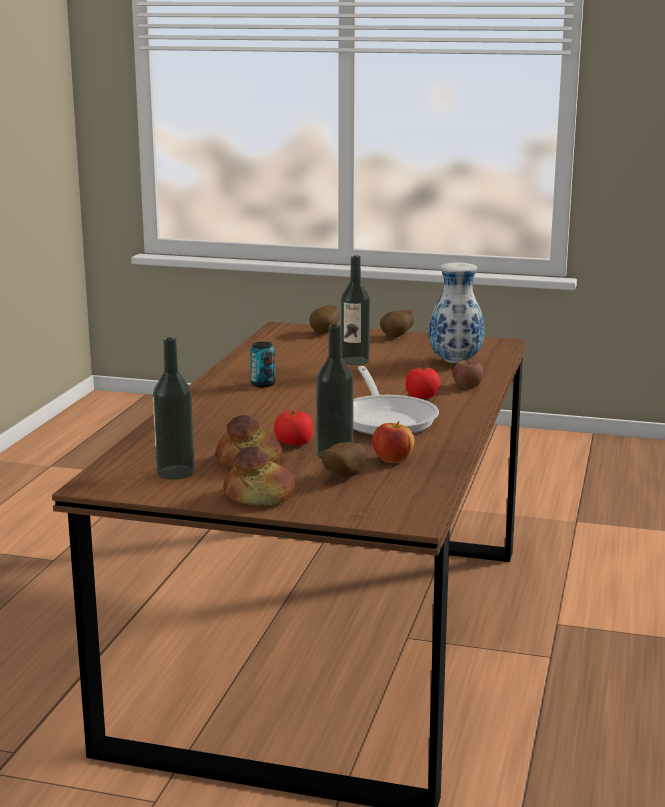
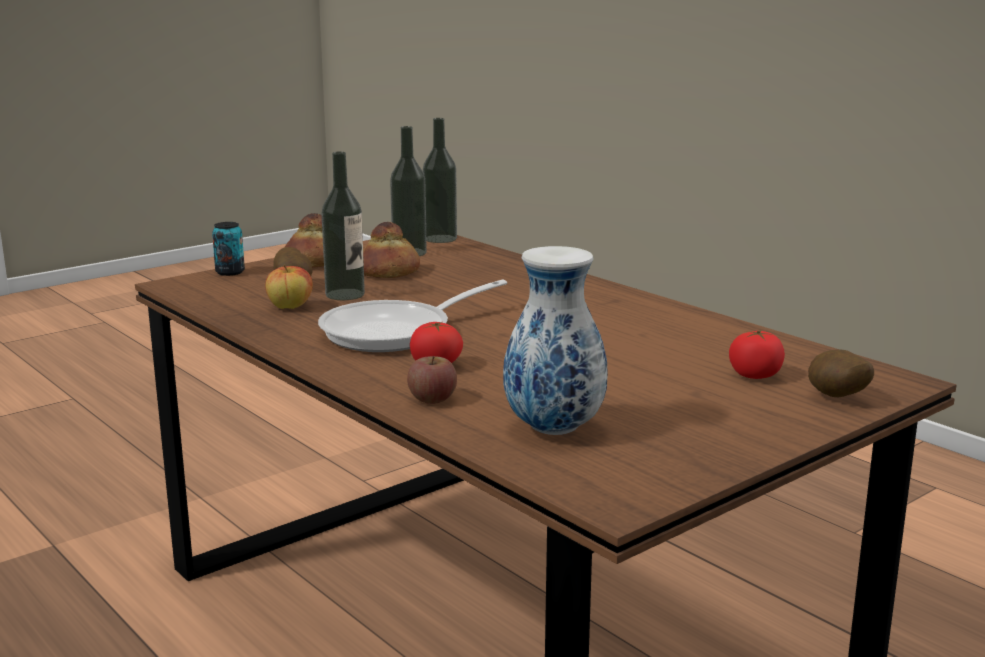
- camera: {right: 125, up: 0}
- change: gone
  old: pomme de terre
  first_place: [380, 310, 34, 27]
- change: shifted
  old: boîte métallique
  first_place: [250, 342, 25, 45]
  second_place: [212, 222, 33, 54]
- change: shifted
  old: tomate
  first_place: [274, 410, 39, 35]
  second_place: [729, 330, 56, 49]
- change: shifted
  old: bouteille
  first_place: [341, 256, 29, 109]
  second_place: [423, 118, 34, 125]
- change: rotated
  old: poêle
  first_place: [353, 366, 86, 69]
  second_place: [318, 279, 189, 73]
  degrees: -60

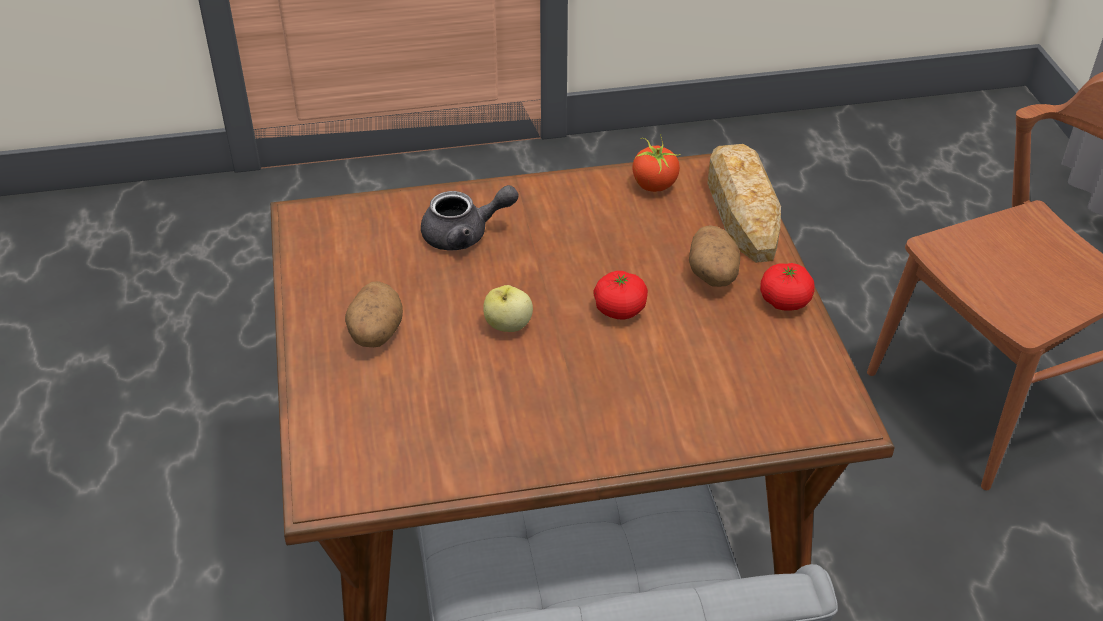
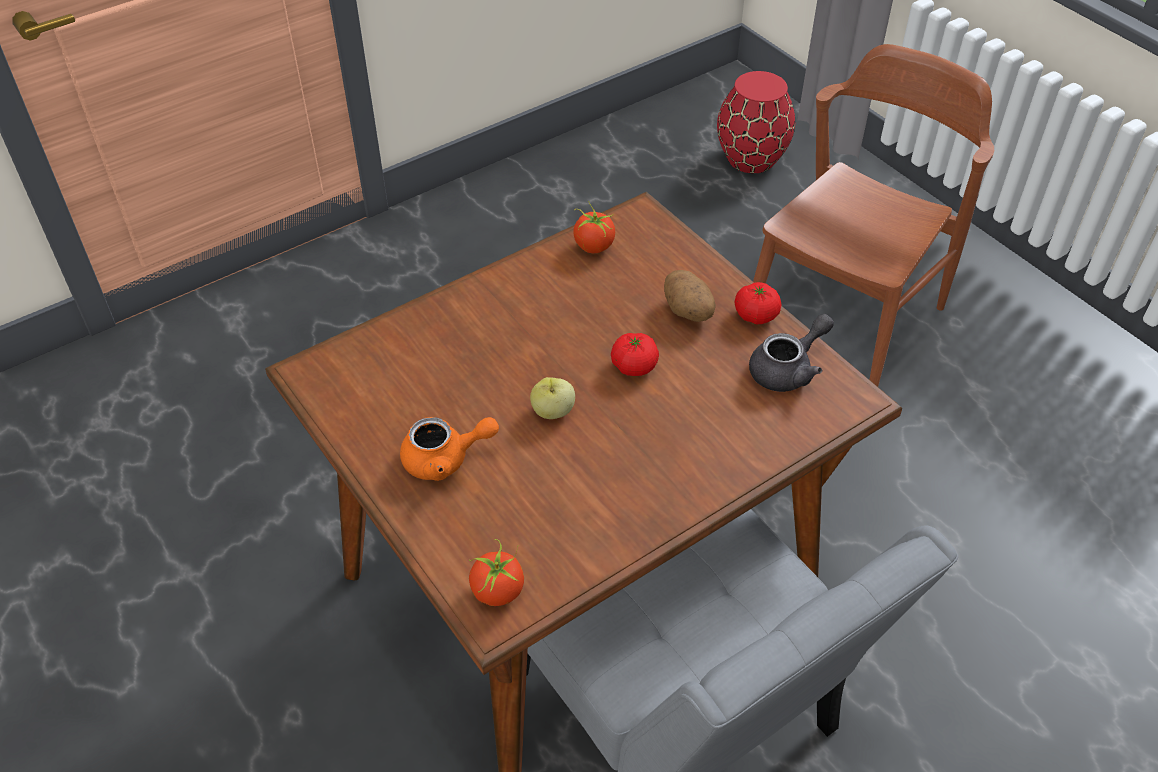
- camera: {right: -25, up: 5}
- change: gone
  old: pain
  first_place: [708, 144, 73, 119]
- change: new
  new: tomate
  second_place: [469, 539, 55, 67]
- change: new
  new: vase (rouge)
  second_place: [717, 71, 78, 102]
- change: shifted
  old: théière (gris)
  first_place: [421, 185, 98, 66]
  second_place: [749, 314, 85, 78]
- change: swapped
  old: pomme de terre
  new: théière (orange)
  first_place: [345, 281, 58, 66]
  second_place: [400, 417, 99, 64]

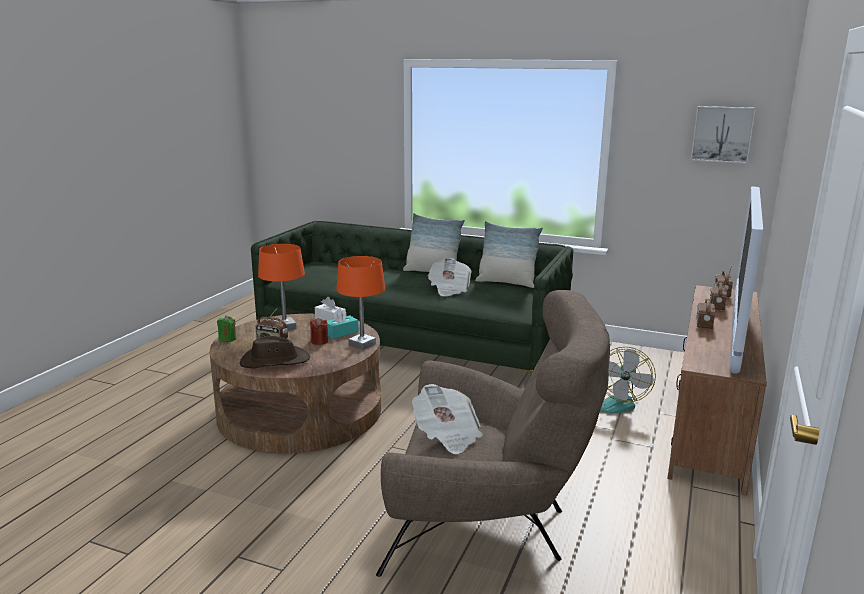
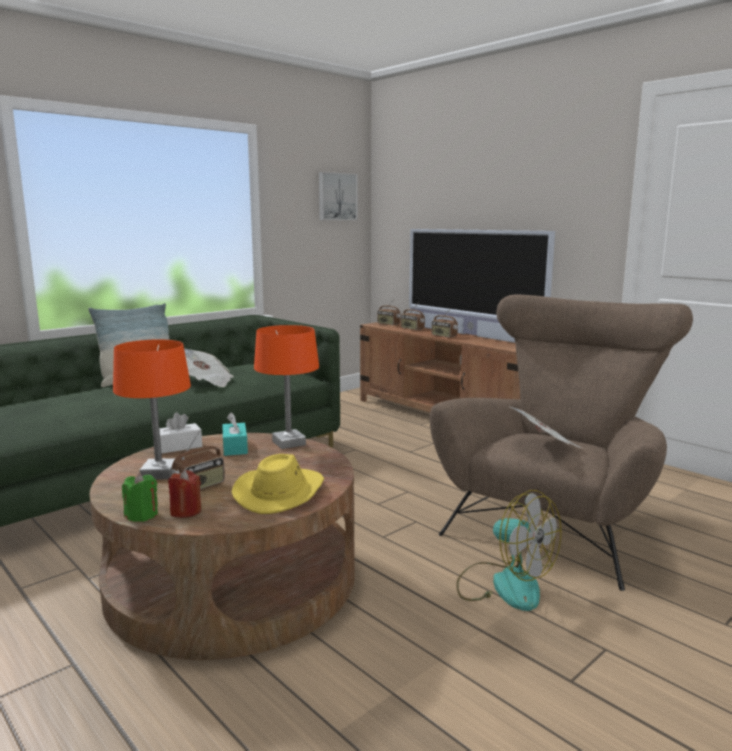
- camera: {right: -65, up: -5}
- change: gone
  old: coussin
  first_place: [475, 221, 68, 67]
- change: shifted
  old: bougie (rouge)
  first_place: [310, 318, 18, 27]
  second_place: [168, 470, 33, 48]
- change: shifted
  old: ventilateur
  first_place: [600, 347, 56, 66]
  second_place: [456, 490, 105, 121]
- change: repainted
  old: chapeau (marron)
  new: chapeau (jaune)
  first_place: [240, 336, 71, 32]
  second_place: [231, 454, 93, 60]

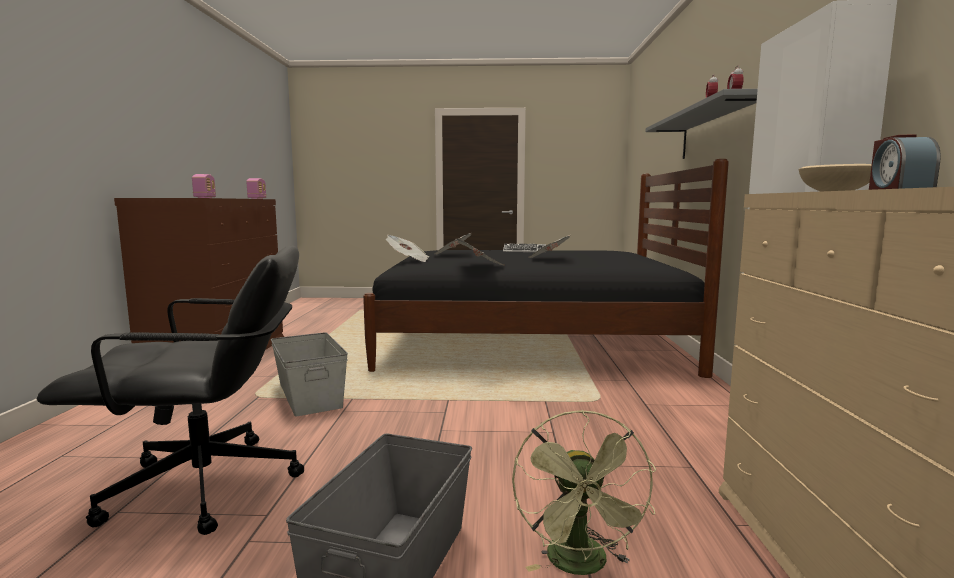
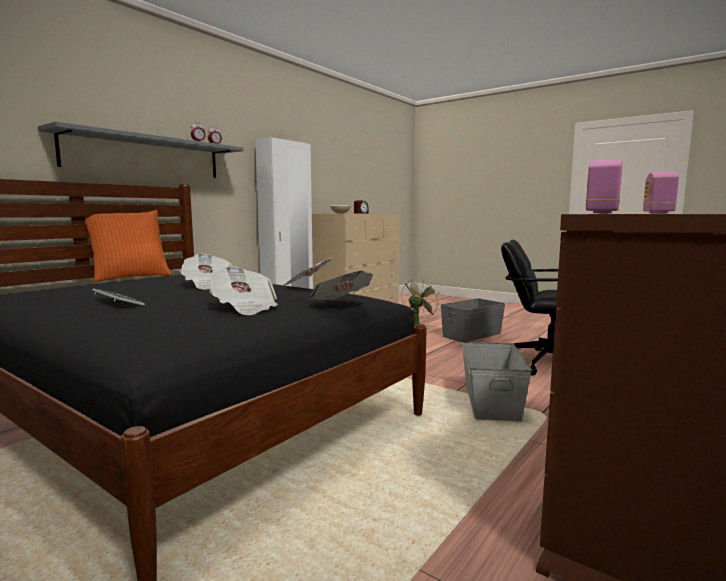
- camera: {right: -145, up: 0}
- change: new
  new: coussin (orange)
  second_place: [85, 210, 87, 72]

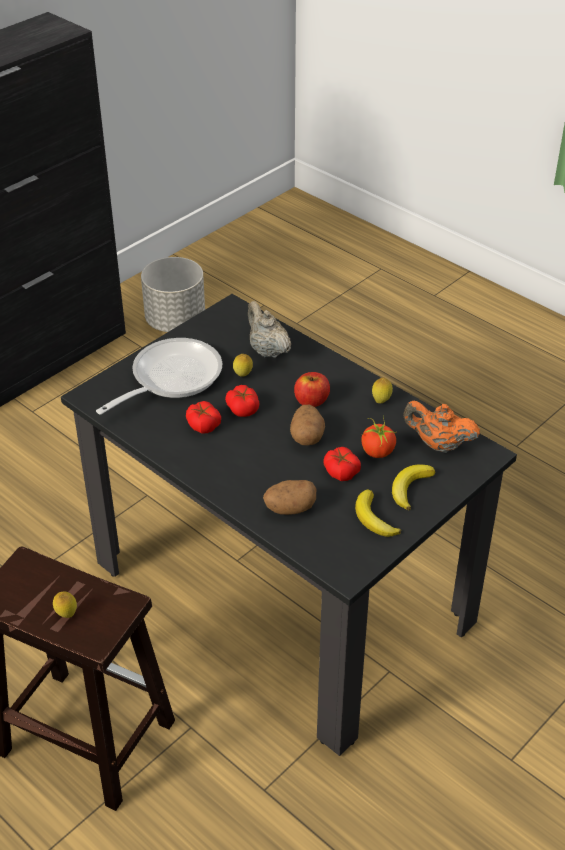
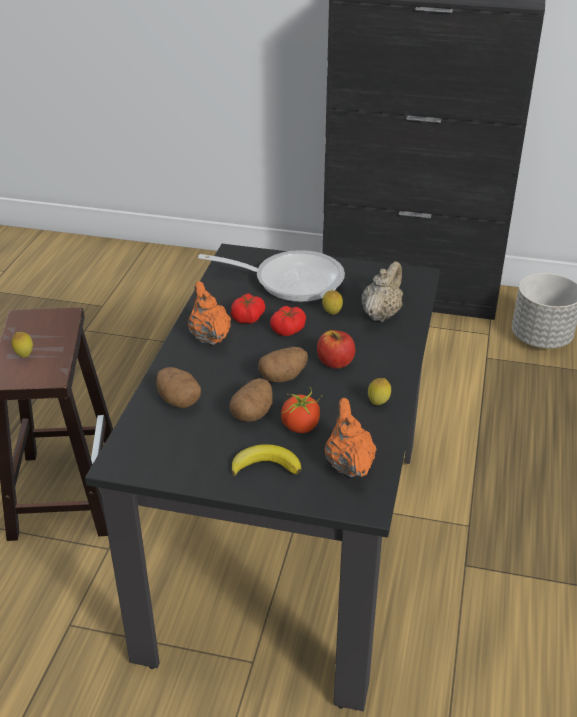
- camera: {right: 60, up: -5}
- change: gone
  old: banane
  first_place: [355, 489, 46, 48]
- change: new
  new: théière (orange)
  second_place: [188, 281, 43, 64]
- change: swapped
  old: tomate
  new: pomme de terre
  first_place: [323, 447, 38, 34]
  second_place: [229, 378, 44, 44]

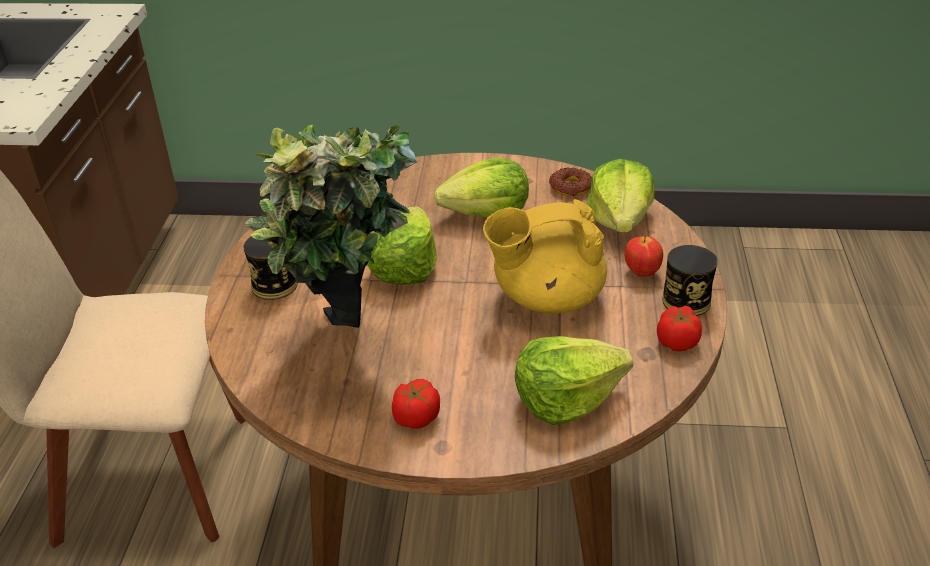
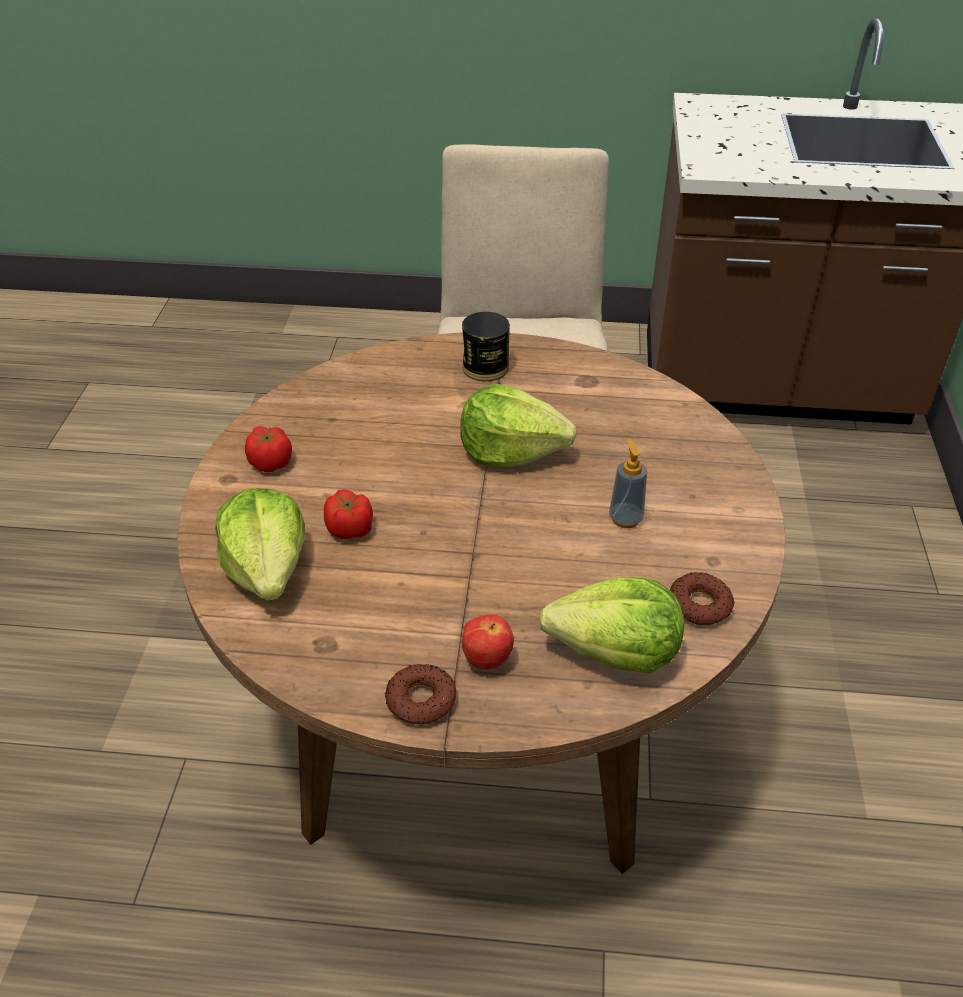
- camera: {right: 90, up: 5}
- change: gone
  old: plante en pot
  first_place: [245, 125, 173, 203]
- change: gone
  old: théière (jaune)
  first_place: [483, 199, 124, 115]
- change: shifted
  old: tomate
  first_place: [657, 306, 45, 46]
  second_place: [324, 489, 49, 50]
- change: swapped
  old: laitue
  new: distributeur de savon
  first_place: [434, 158, 95, 60]
  second_place: [609, 439, 38, 89]
- change: swapped
  old: boîte métallique
  new: beignet
  first_place: [662, 245, 56, 71]
  second_place: [385, 664, 71, 60]

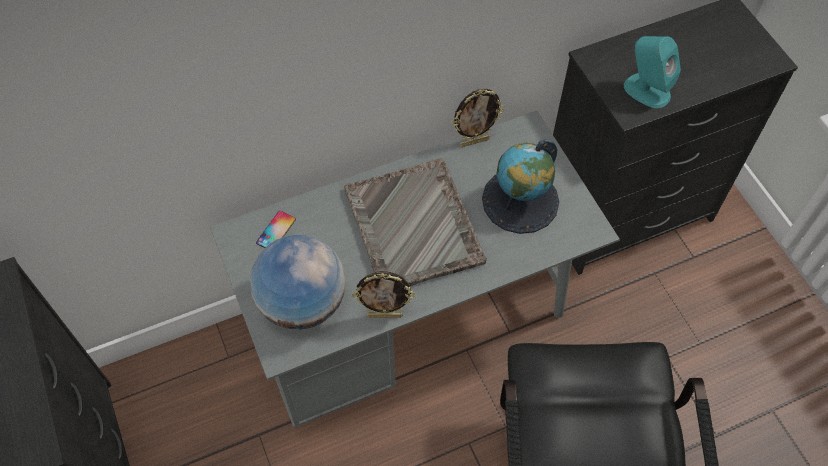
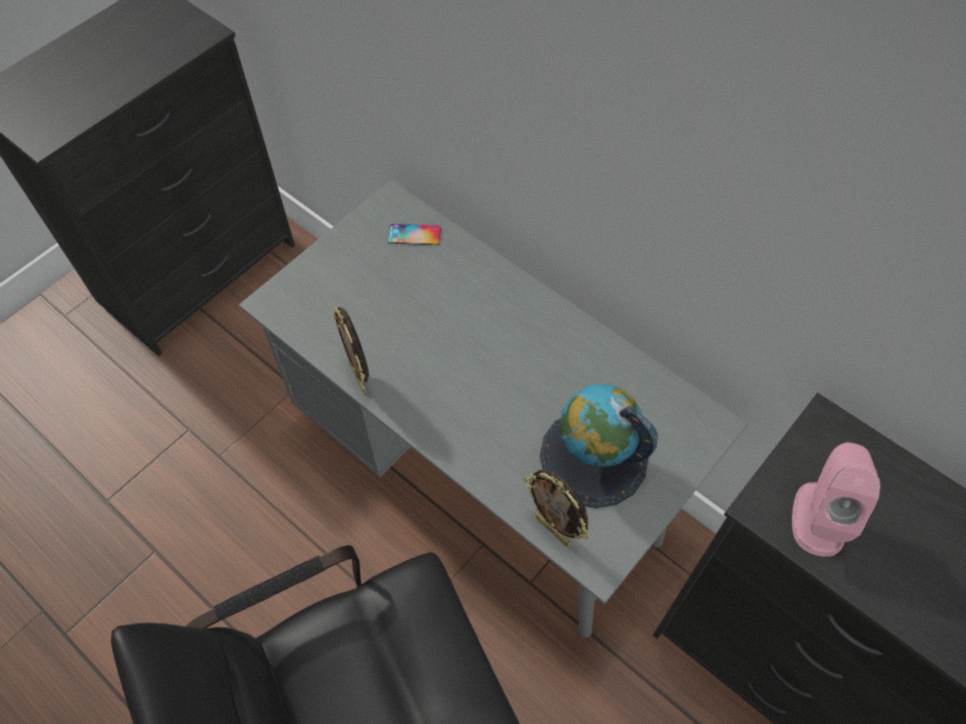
- camera: {right: 65, up: 0}
- change: gone
  old: globe
  first_place: [250, 235, 96, 95]
- change: gone
  old: plateau (gris)
  first_place: [344, 158, 143, 128]
- change: shifted
  old: cadre photo
  first_place: [452, 89, 52, 58]
  second_place: [525, 470, 65, 78]
- change: repainted
  old: enceinte (turquoise)
  new: enceinte (rose)
  first_place: [624, 36, 57, 72]
  second_place: [792, 443, 88, 114]

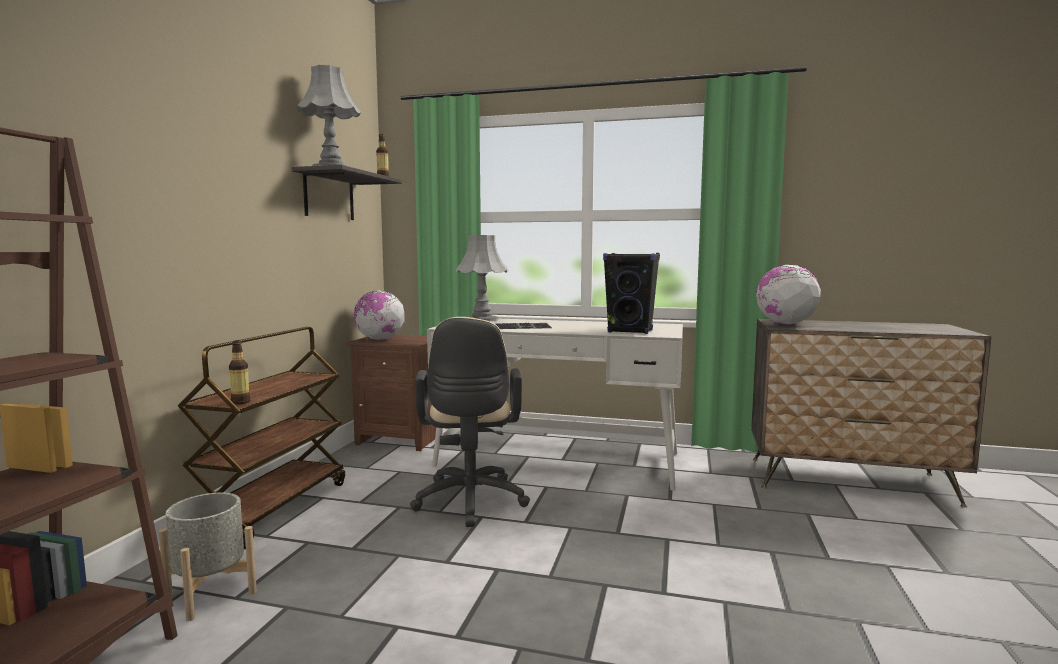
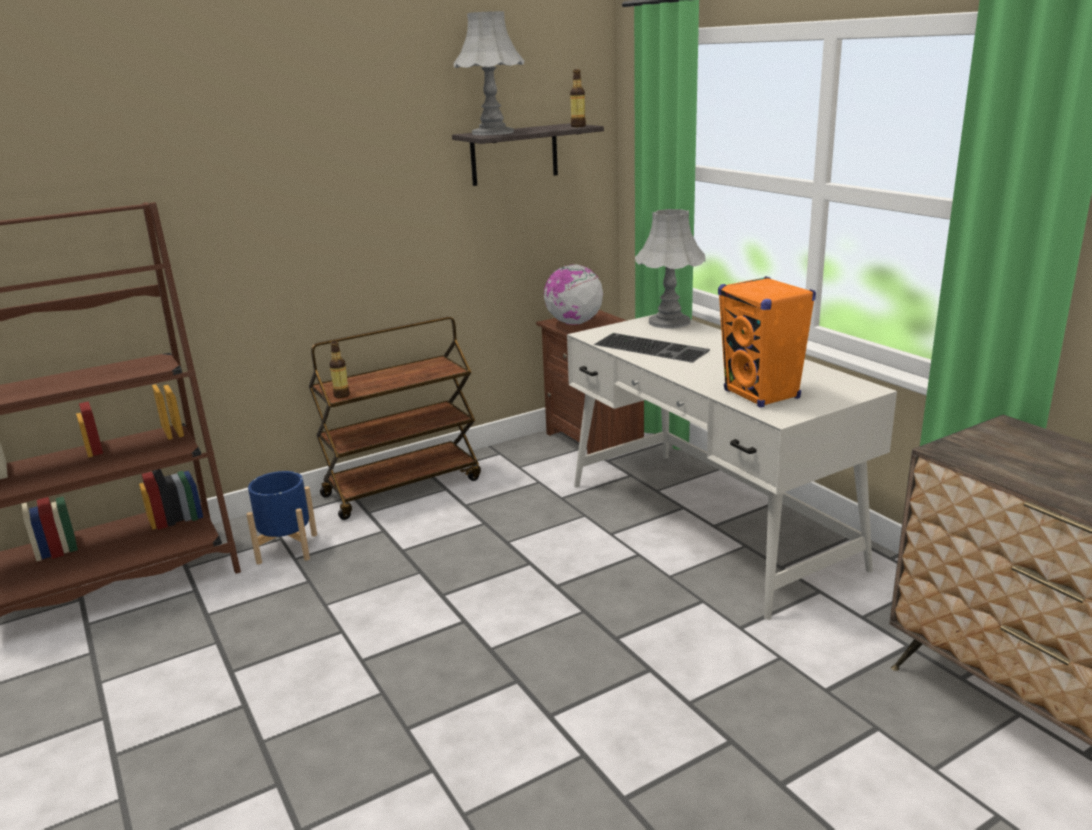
- camera: {right: 45, up: 15}
- change: gone
  old: chaise de bureau (beige)
  first_place: [410, 317, 120, 210]
- change: gone
  old: globe
  first_place: [756, 265, 65, 59]
- change: repainted
  old: cache-pot (gris)
  new: cache-pot (bleu)
  first_place: [159, 493, 98, 128]
  second_place: [246, 471, 71, 93]
- change: repainted
  old: enceinte (noir)
  new: enceinte (orange)
  first_place: [603, 253, 57, 81]
  second_place: [718, 276, 98, 132]

